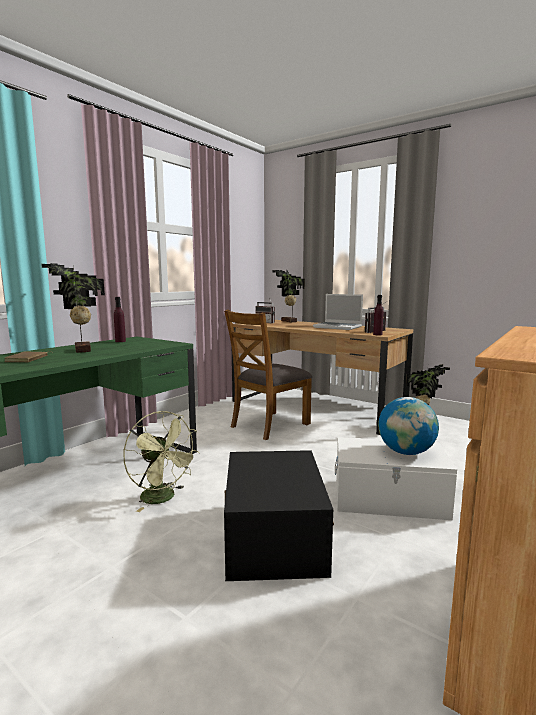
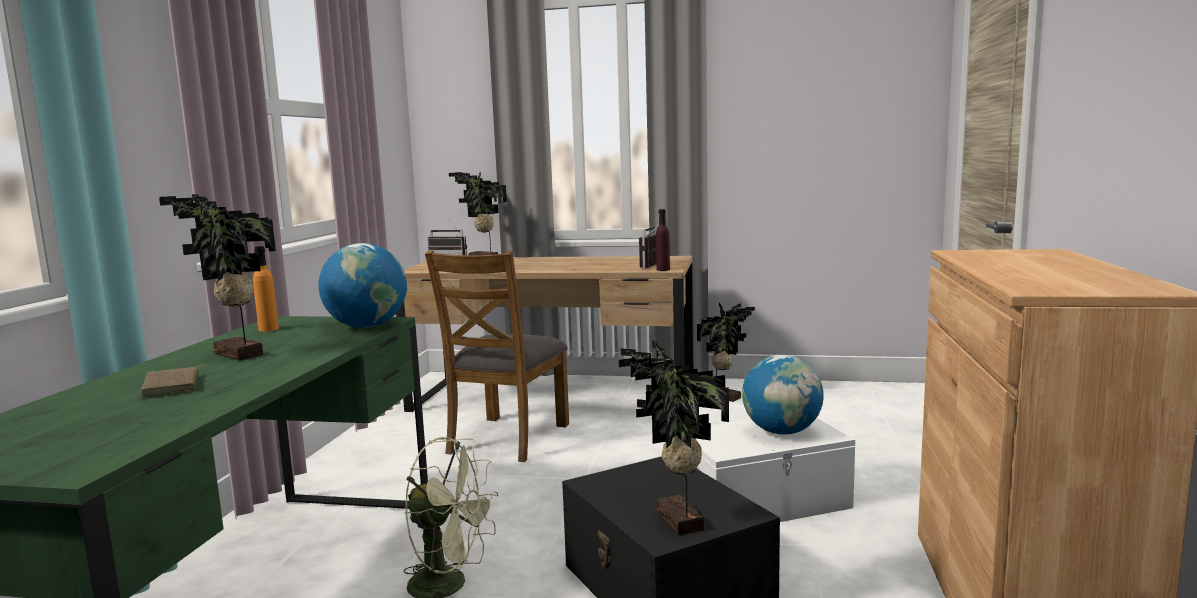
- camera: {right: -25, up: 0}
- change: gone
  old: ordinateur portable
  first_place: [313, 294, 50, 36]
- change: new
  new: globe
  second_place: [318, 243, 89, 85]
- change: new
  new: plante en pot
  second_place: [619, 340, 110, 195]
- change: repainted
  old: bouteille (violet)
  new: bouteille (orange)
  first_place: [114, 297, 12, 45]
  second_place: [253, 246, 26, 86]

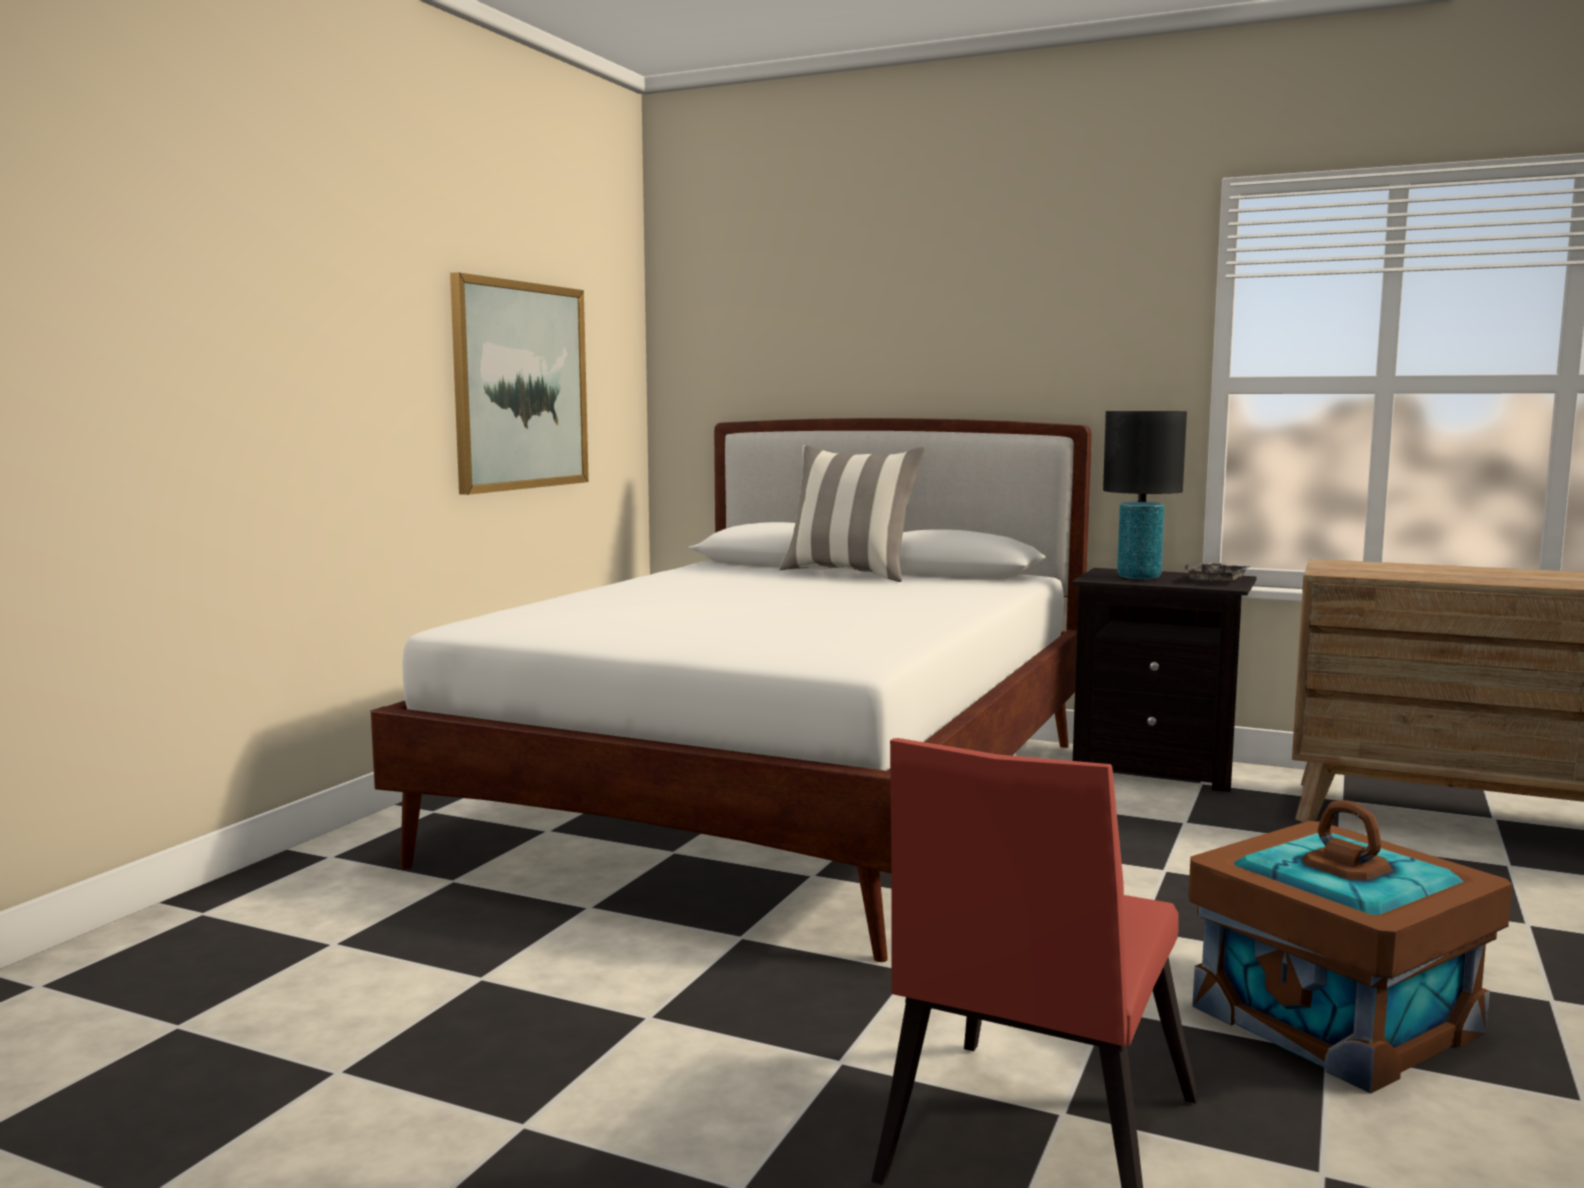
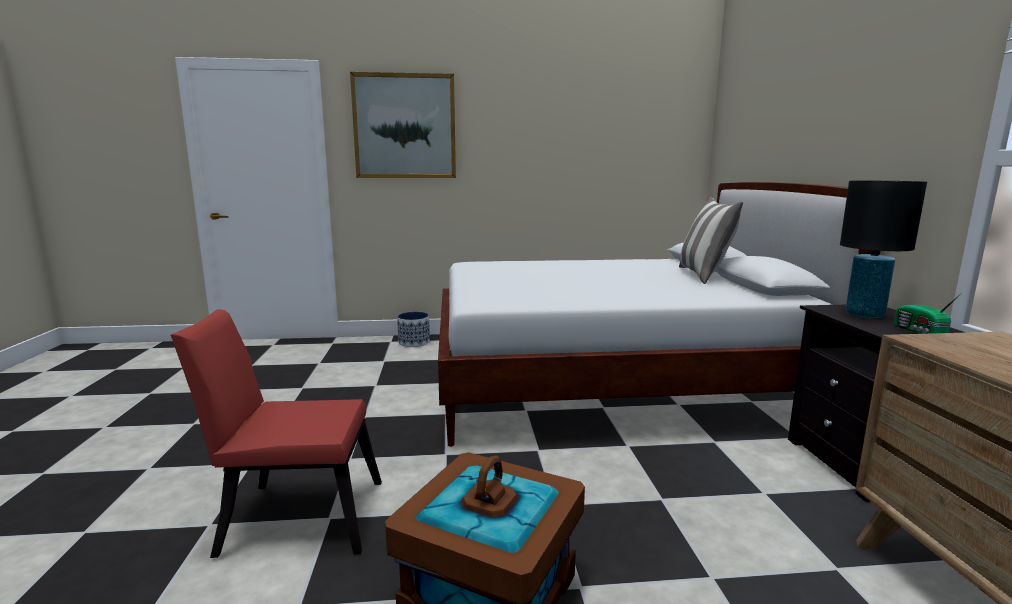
- camera: {right: 60, up: 5}
- change: new
  new: cache-pot
  second_place: [397, 312, 33, 35]
- change: shifted
  old: tableau
  first_place: [450, 272, 139, 223]
  second_place: [350, 72, 106, 106]
- change: swapped
  old: plateau (gris)
  new: radio
  first_place: [1185, 562, 66, 21]
  second_place: [894, 294, 66, 40]

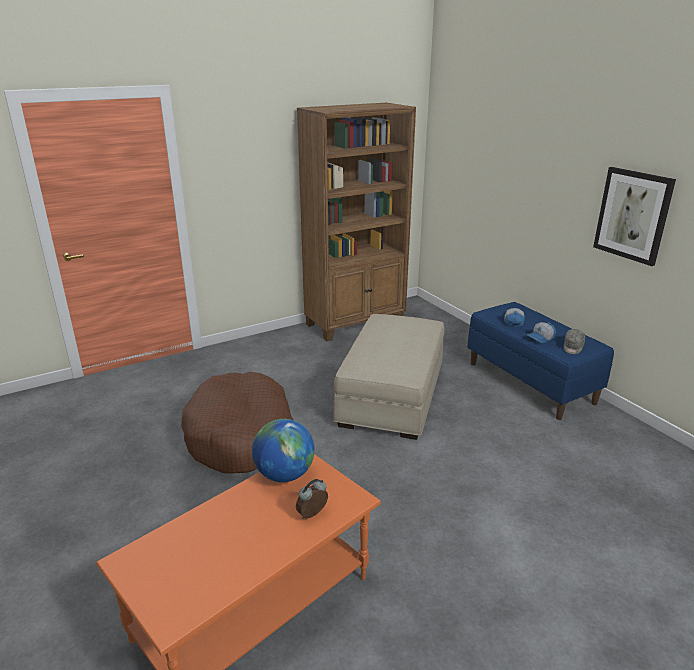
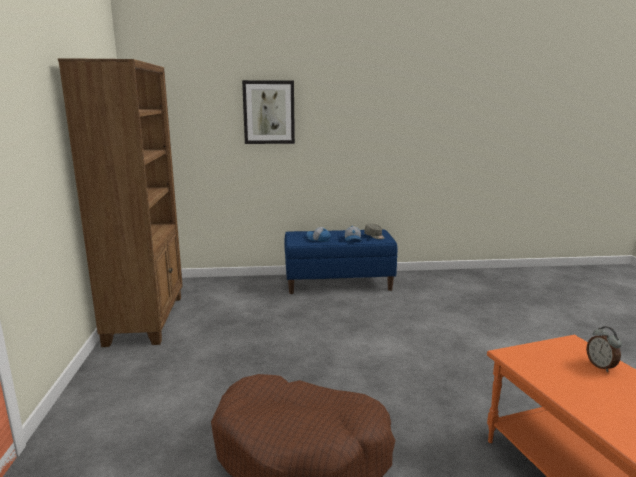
- camera: {right: -65, up: -10}
- change: gone
  old: globe
  first_place: [252, 419, 62, 63]
- change: gone
  old: pouf (beige)
  first_place: [334, 314, 111, 126]
- change: shifted
  old: tableau
  first_place: [593, 167, 83, 99]
  second_place: [242, 80, 53, 64]

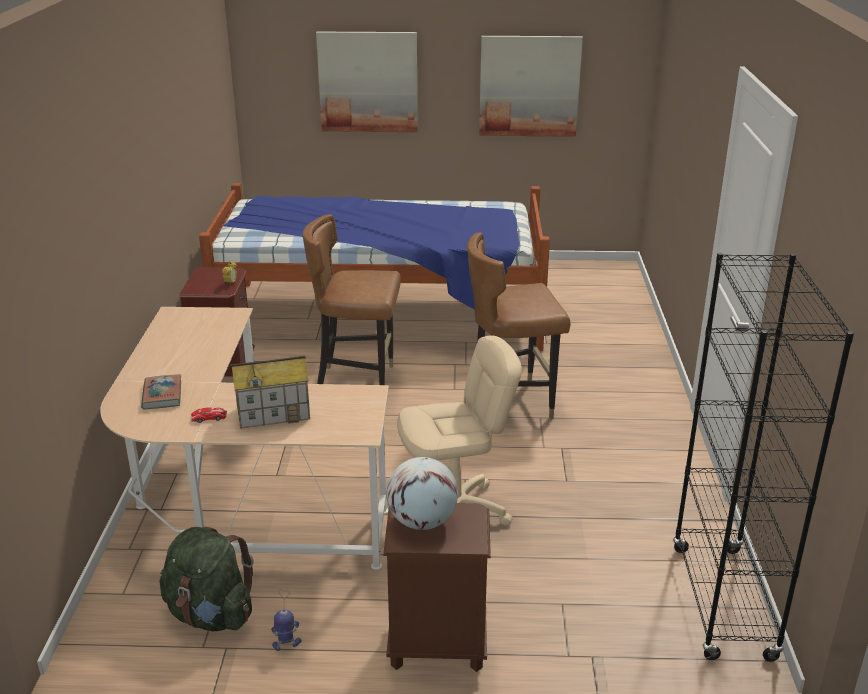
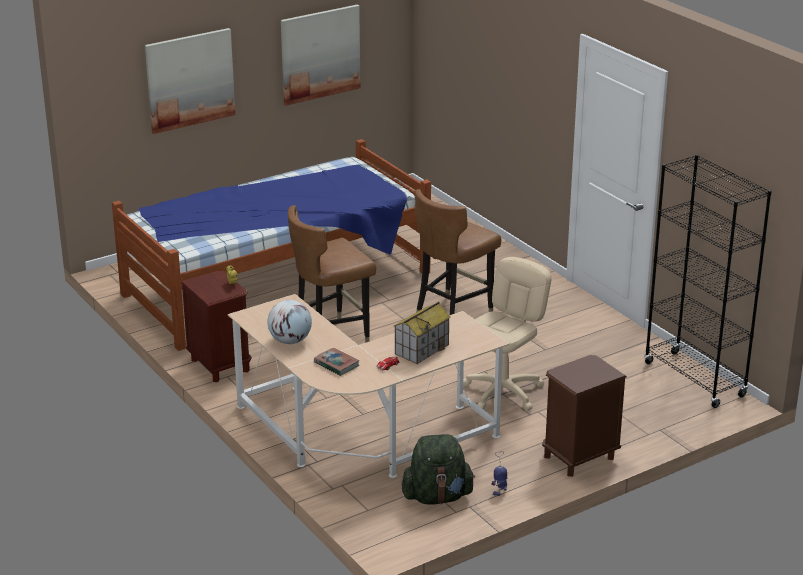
- camera: {right: -35, up: 0}
- change: shifted
  old: globe
  first_place: [386, 457, 72, 73]
  second_place: [267, 300, 45, 44]

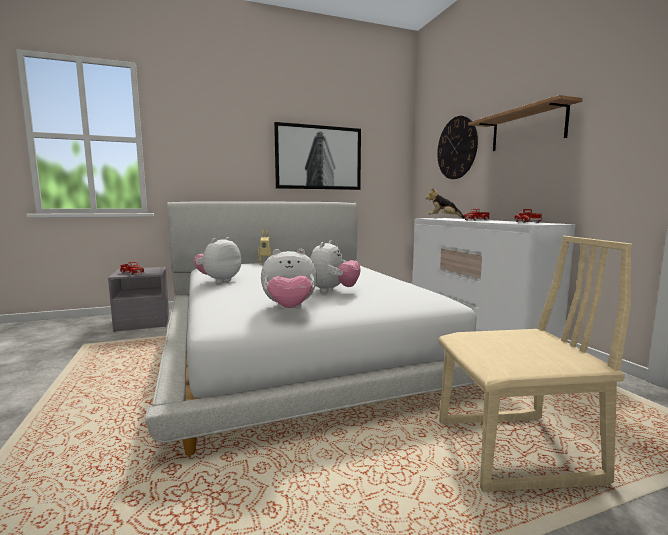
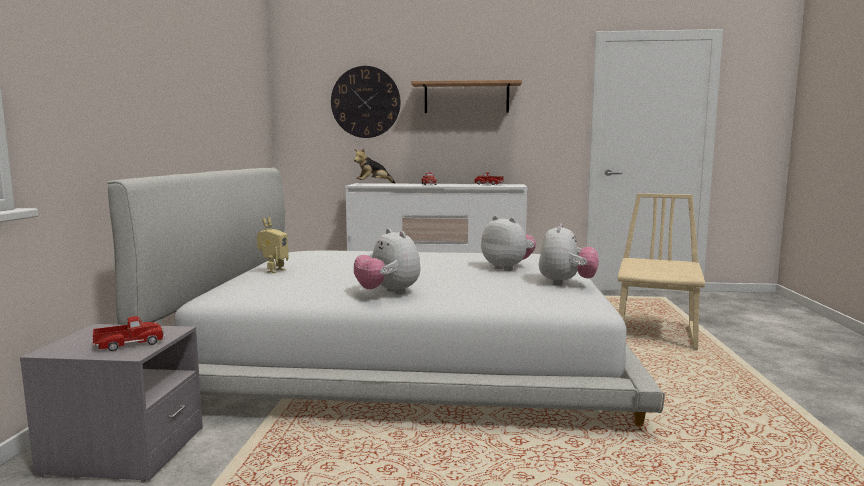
- camera: {right: -65, up: 0}
- change: gone
  old: tableau
  first_place: [274, 122, 87, 68]

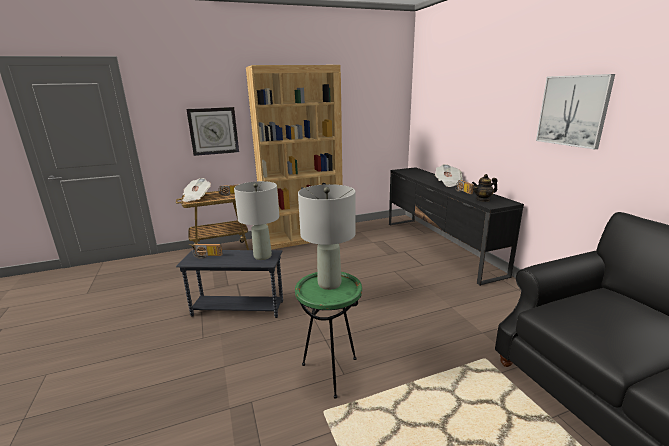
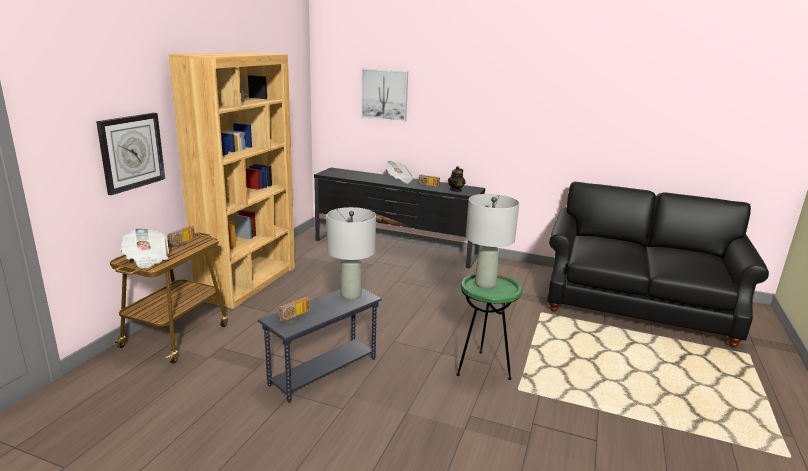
- camera: {right: -50, up: 0}
- change: shifted
  old: tableau
  first_place: [536, 74, 79, 75]
  second_place: [361, 68, 47, 54]

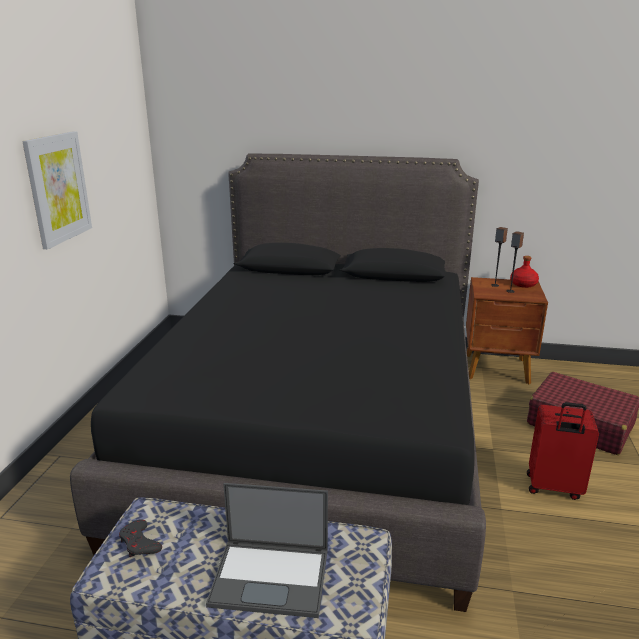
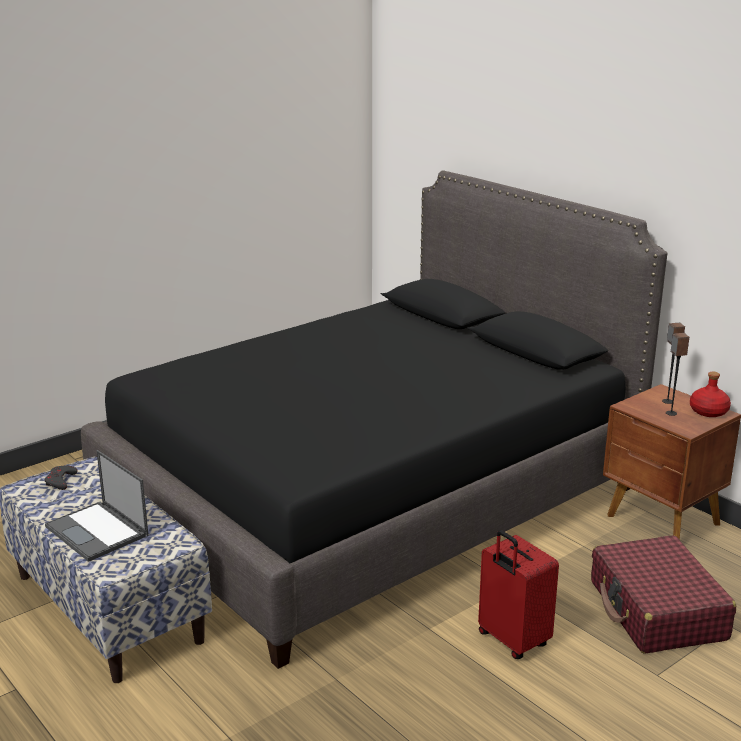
- camera: {right: 40, up: 0}
- change: gone
  old: tableau
  first_place: [22, 131, 70, 118]

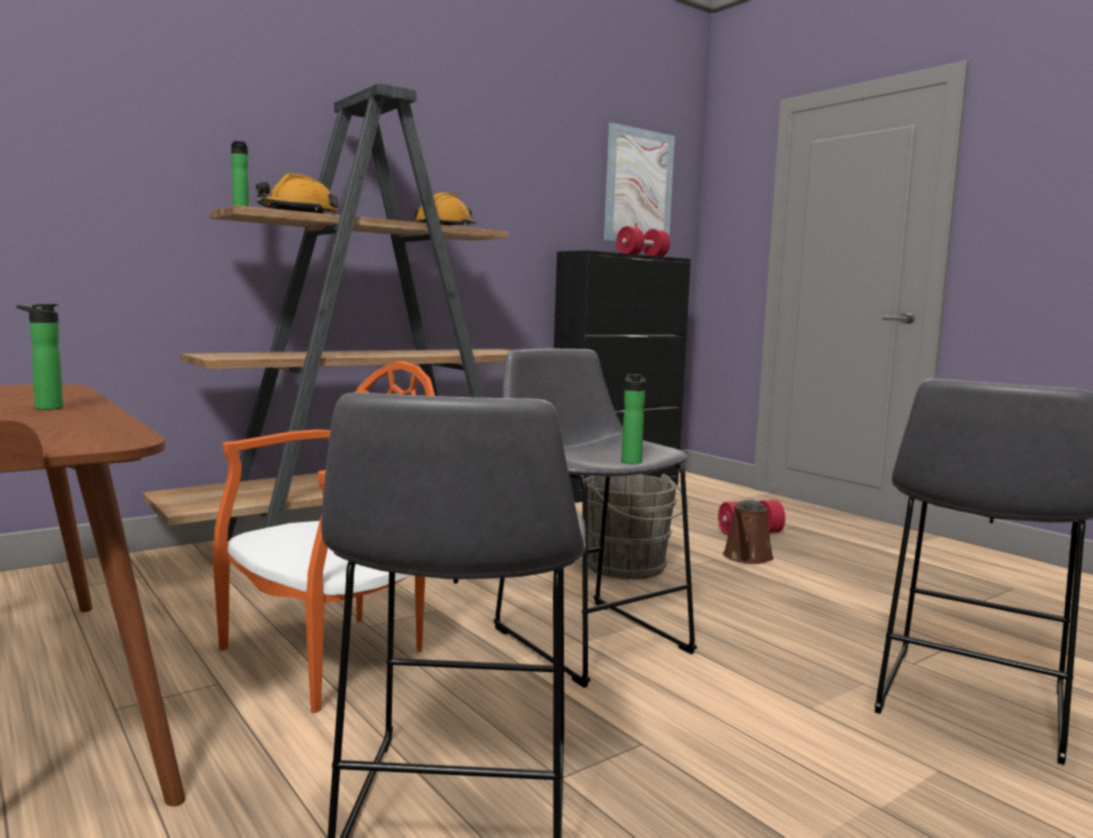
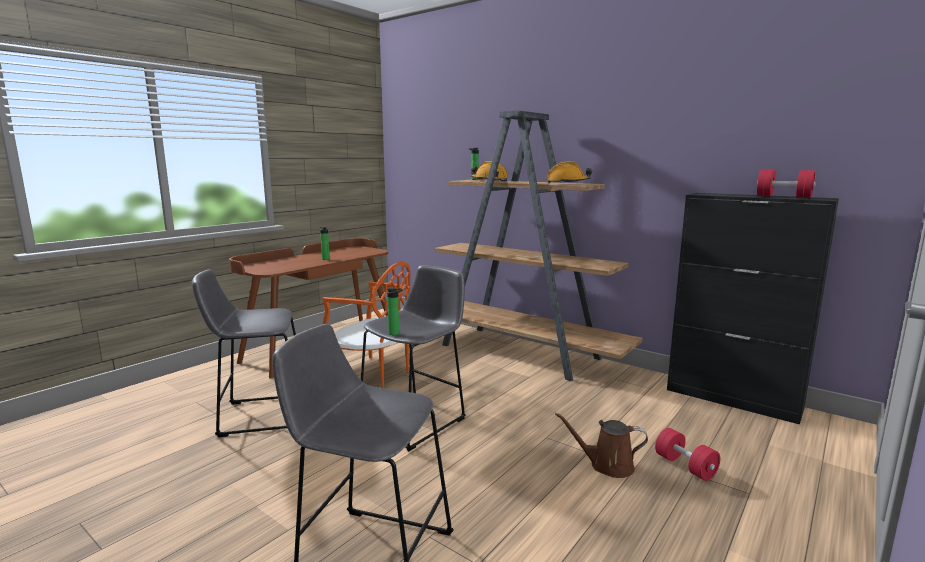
- camera: {right: 75, up: 5}
- change: gone
  old: seau (gris)
  first_place: [585, 474, 104, 105]
- change: gone
  old: tableau
  first_place: [604, 122, 71, 119]

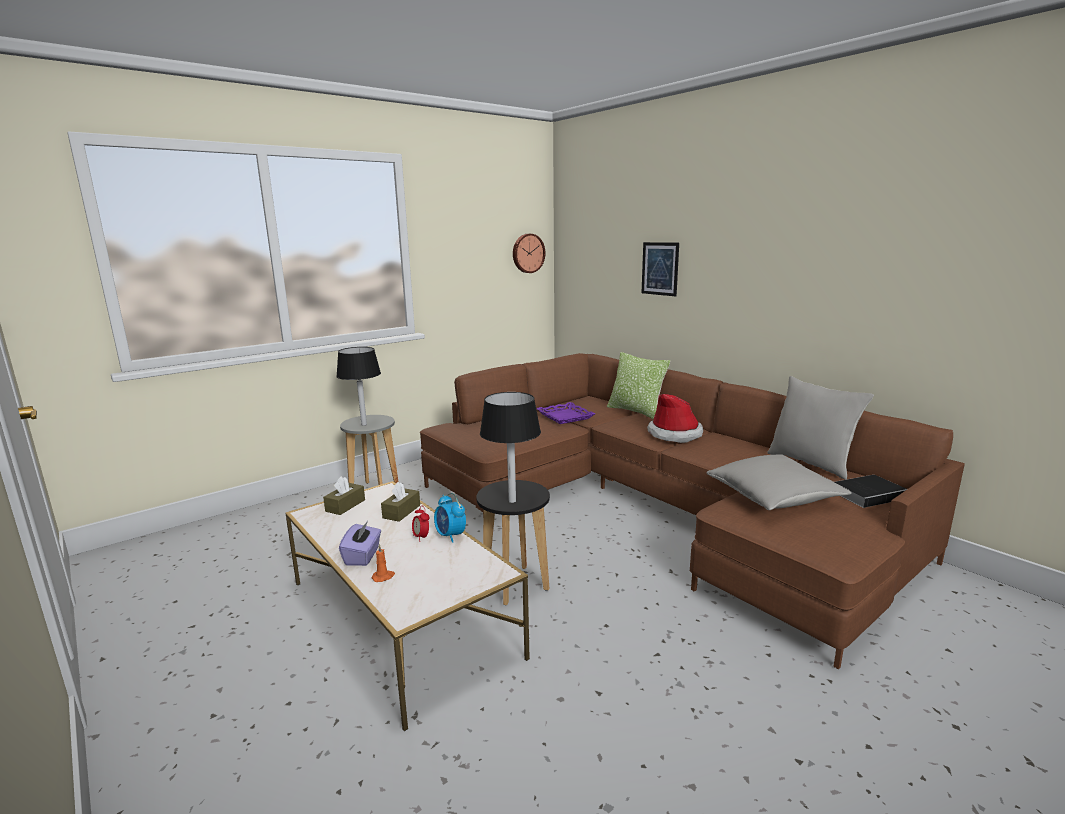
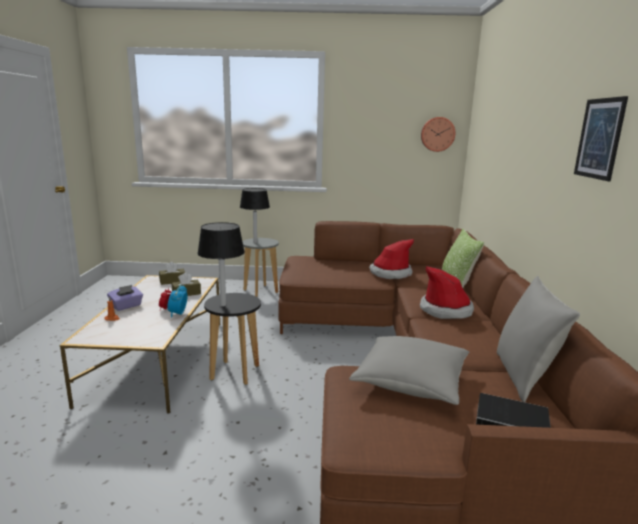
- camera: {right: 40, up: 0}
- change: shifted
  old: tableau
  first_place: [641, 242, 38, 54]
  second_place: [574, 96, 54, 85]
- change: swapped
  old: plateau (violet)
  new: chapeau
  first_place: [536, 402, 59, 22]
  second_place: [369, 239, 45, 40]

